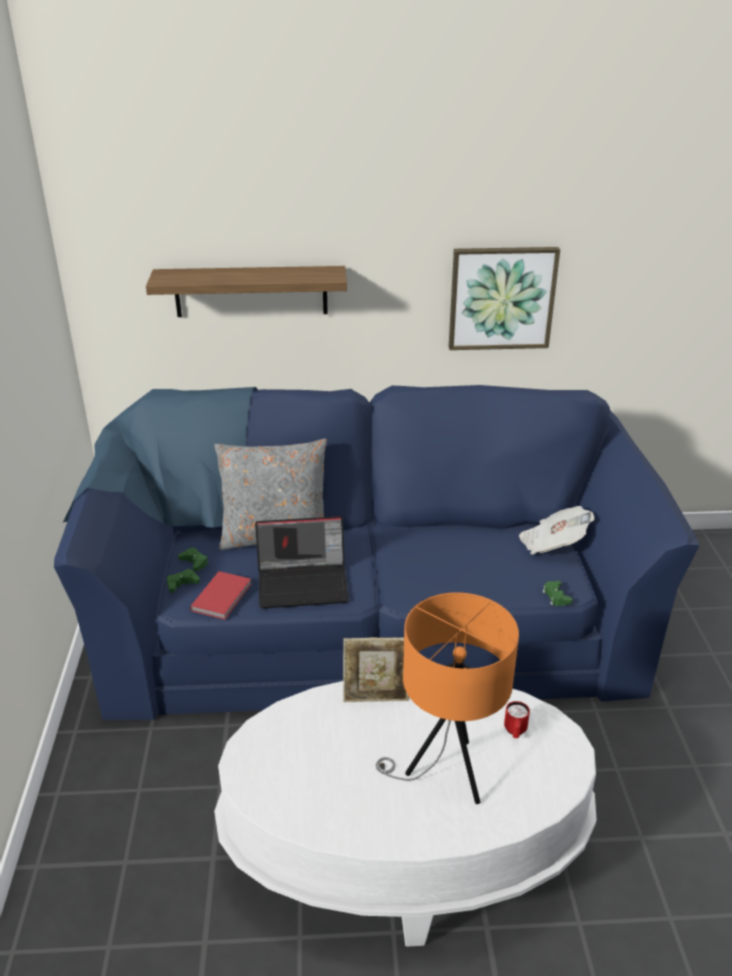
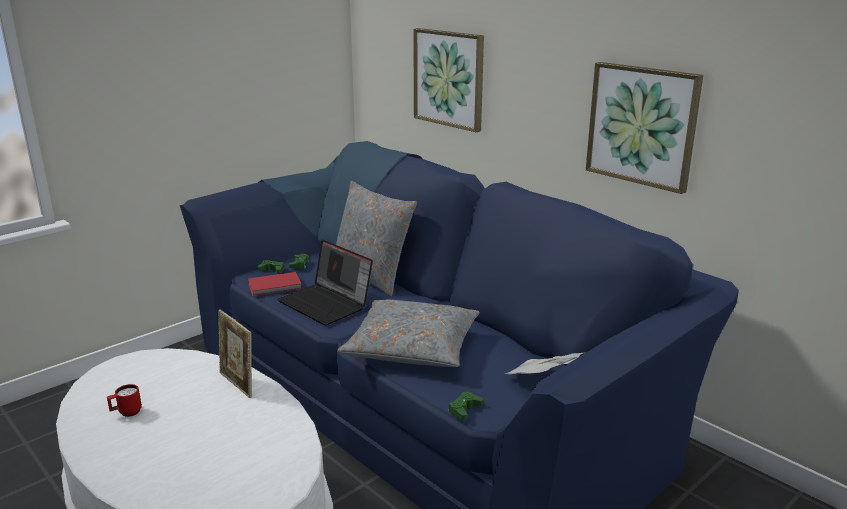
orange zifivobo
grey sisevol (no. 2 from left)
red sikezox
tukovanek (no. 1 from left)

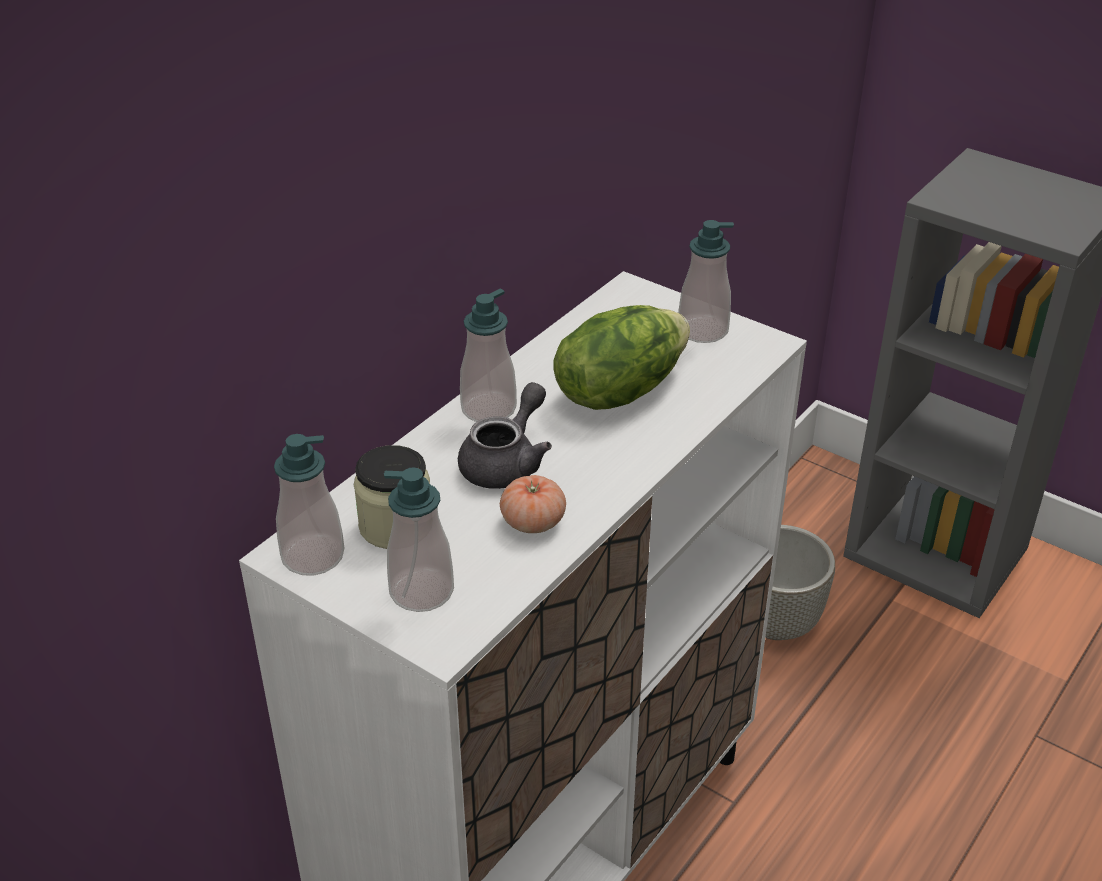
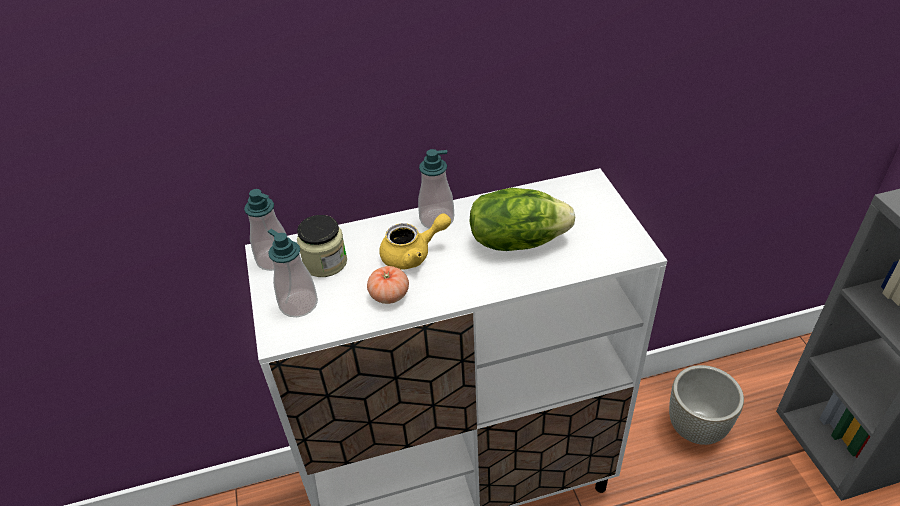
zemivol (no. 4 from left in the first image)
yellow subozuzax

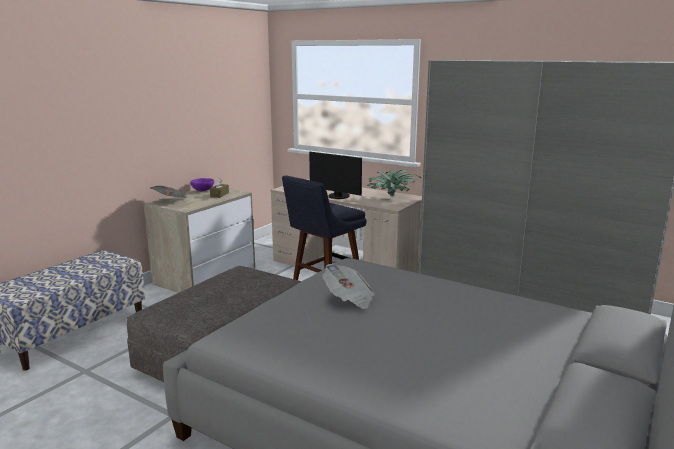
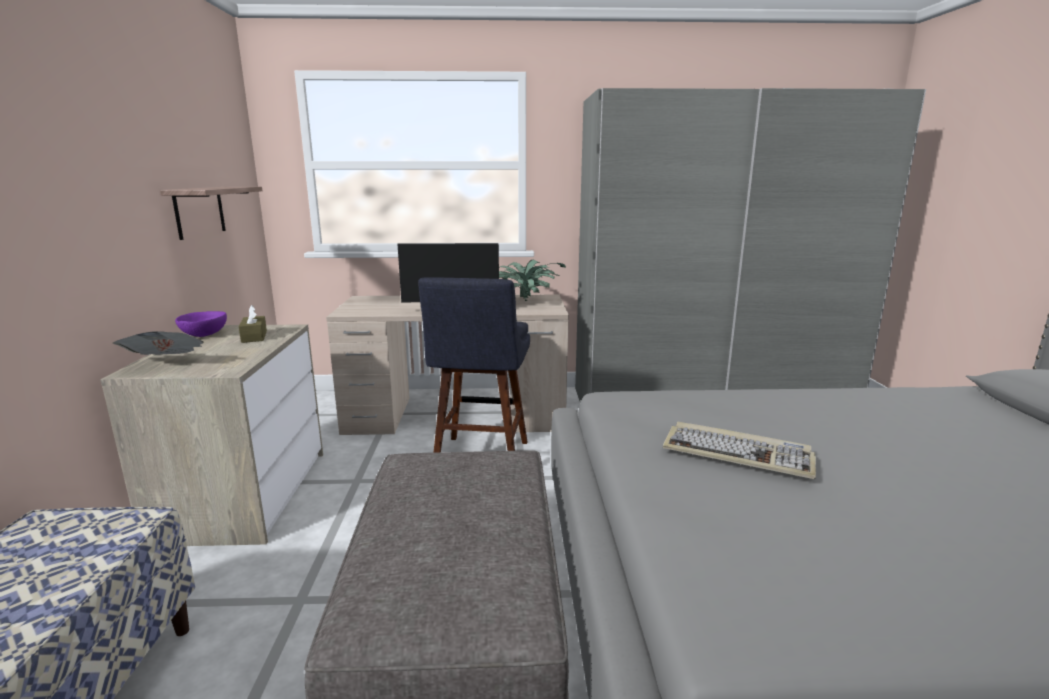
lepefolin
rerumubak

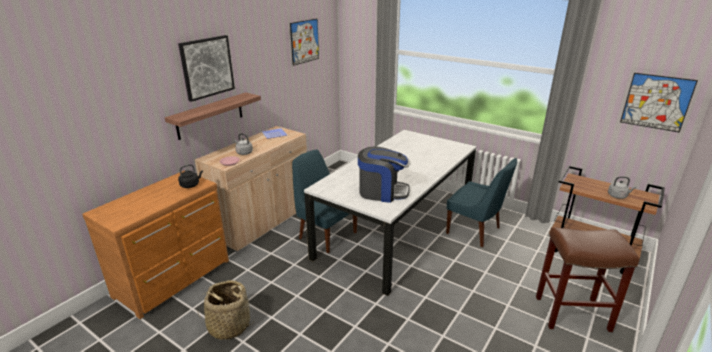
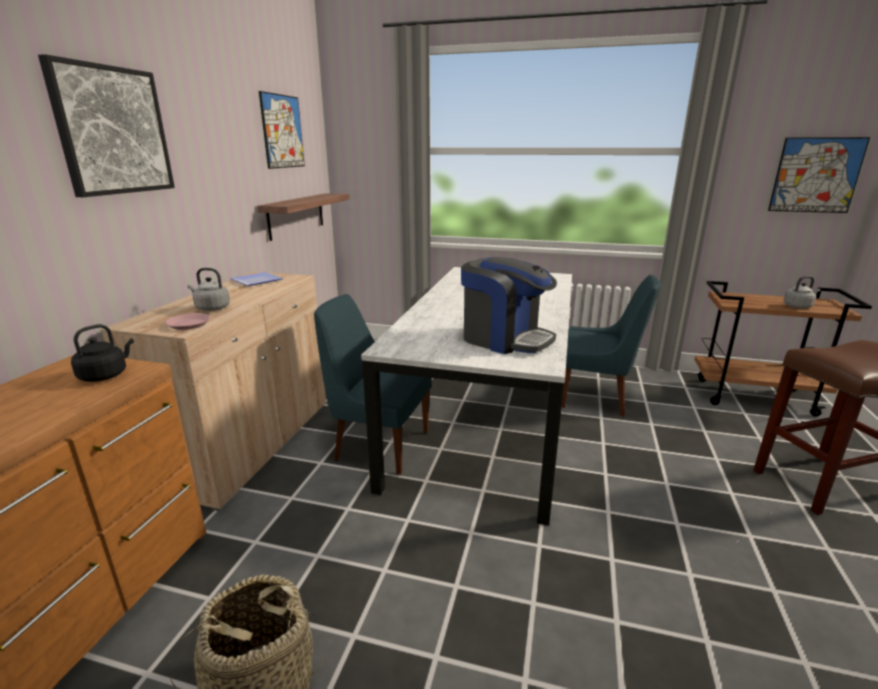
lepefolin
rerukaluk

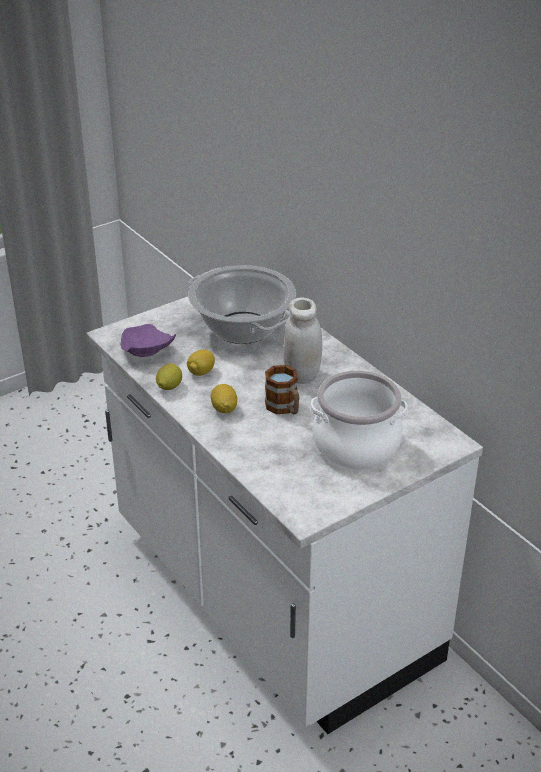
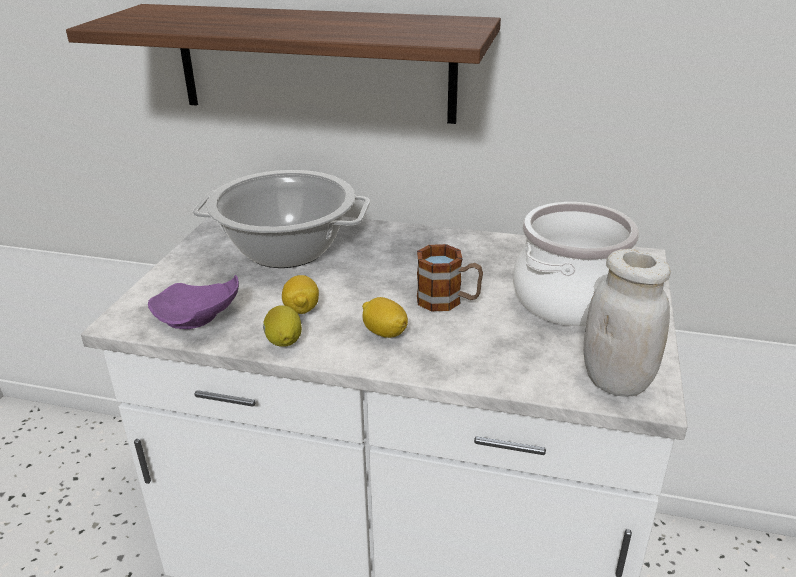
lepefolin
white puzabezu

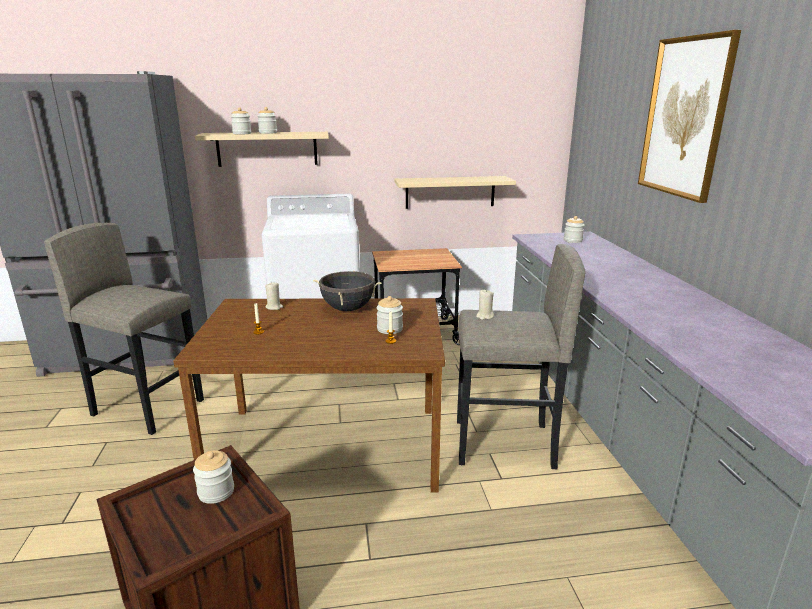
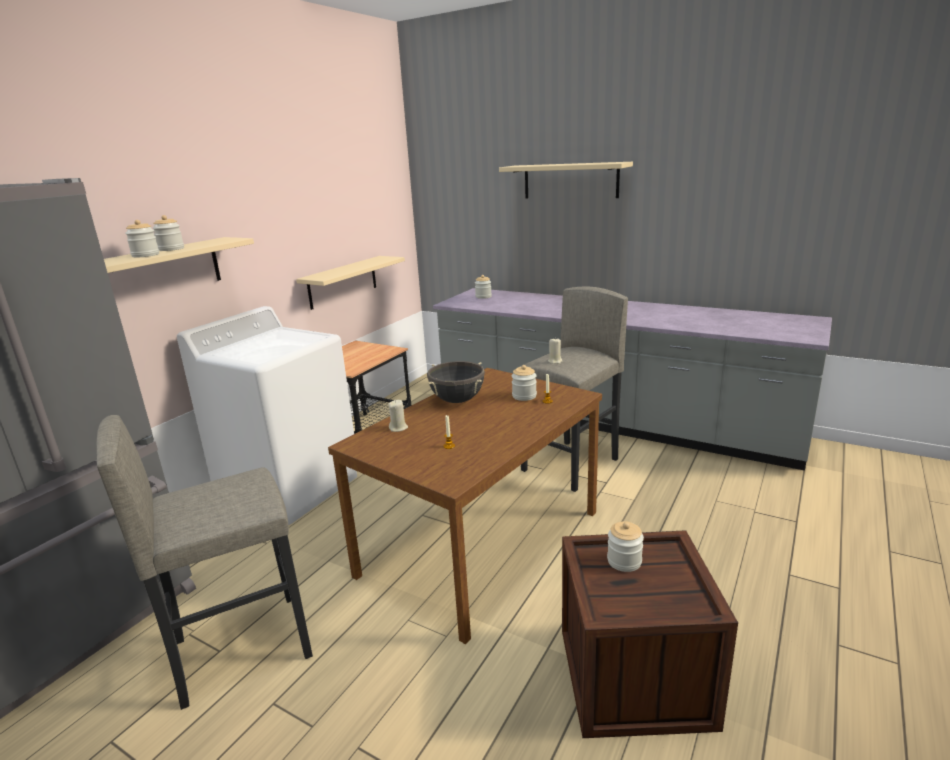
beige lepefolin (no. 3 from left)

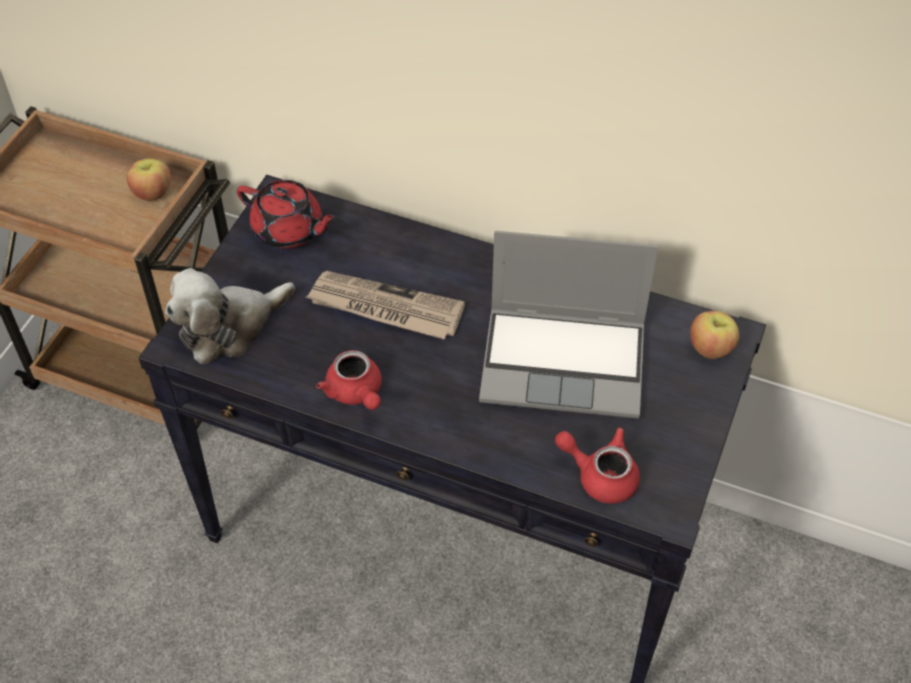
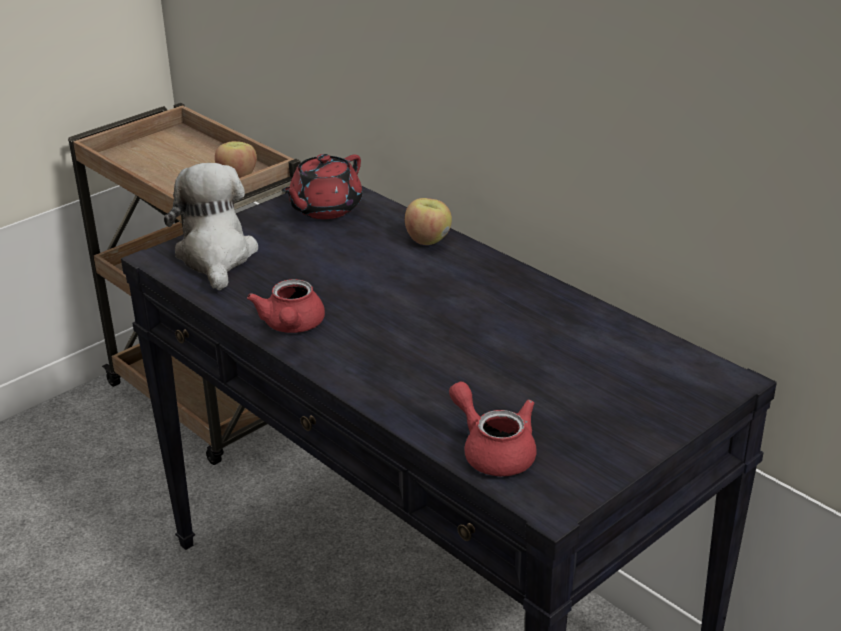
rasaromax
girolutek
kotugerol (no. 2 from left)
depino
red subozuzax (no. 2 from left)

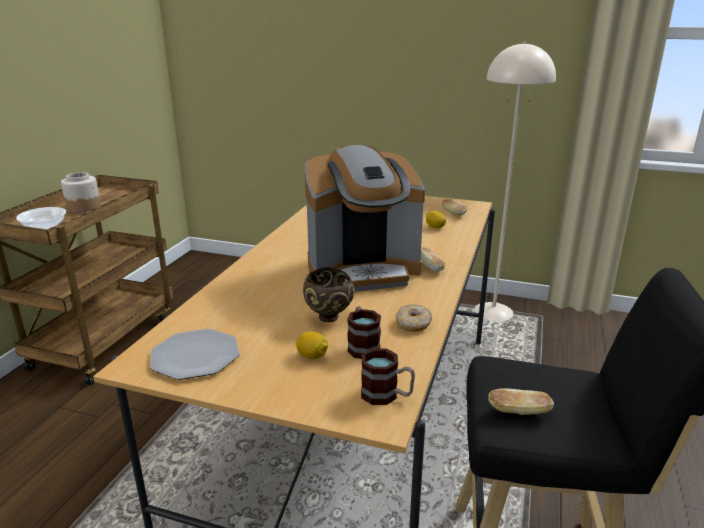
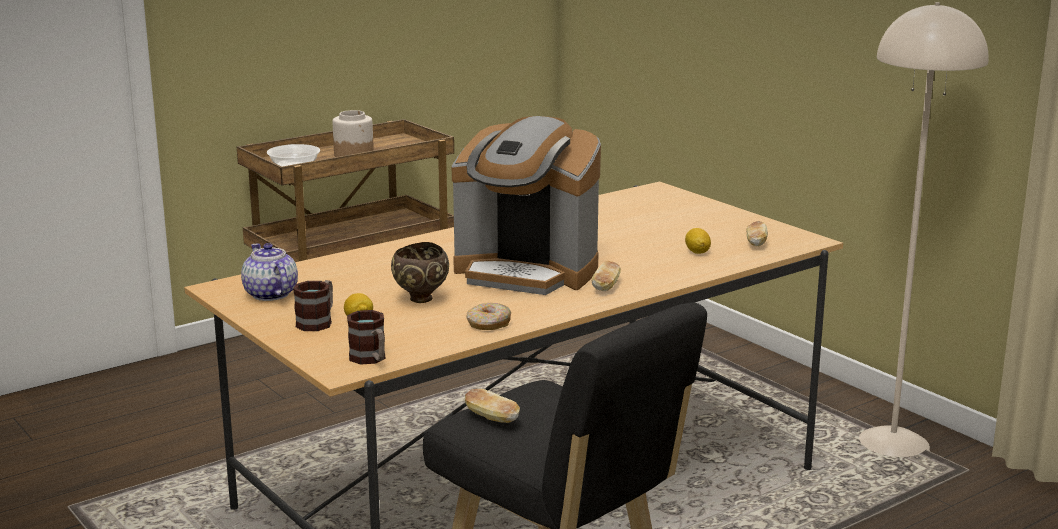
sikezox (no. 1 from left)
subozuzax

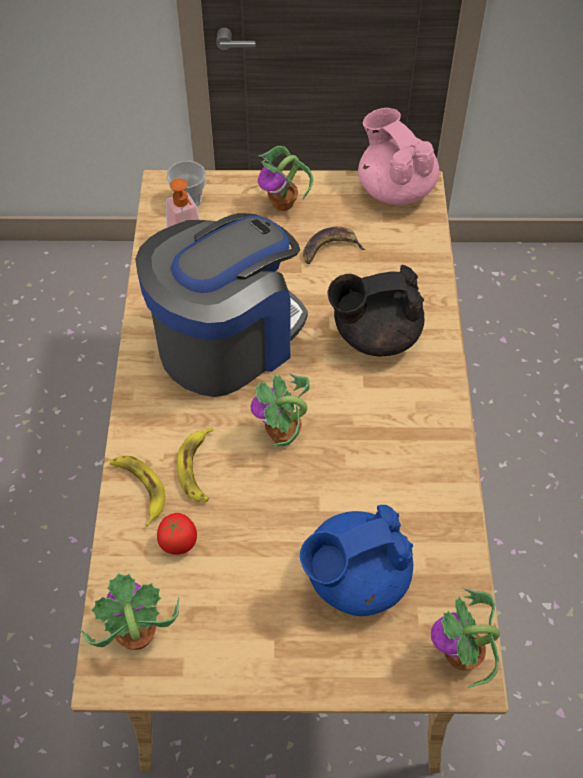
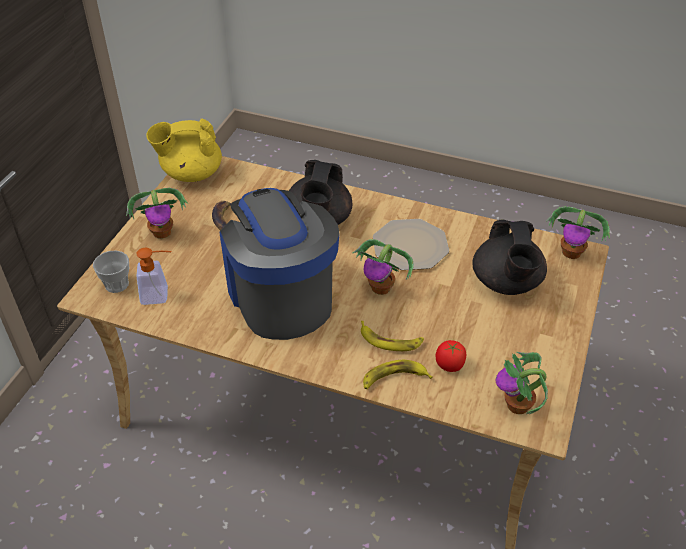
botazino
black subozuzax (no. 2 from left)
yellow subozuzax

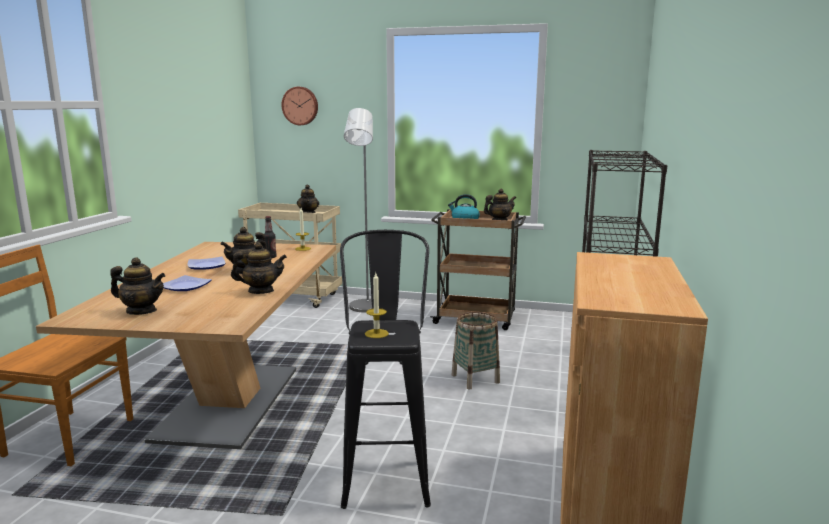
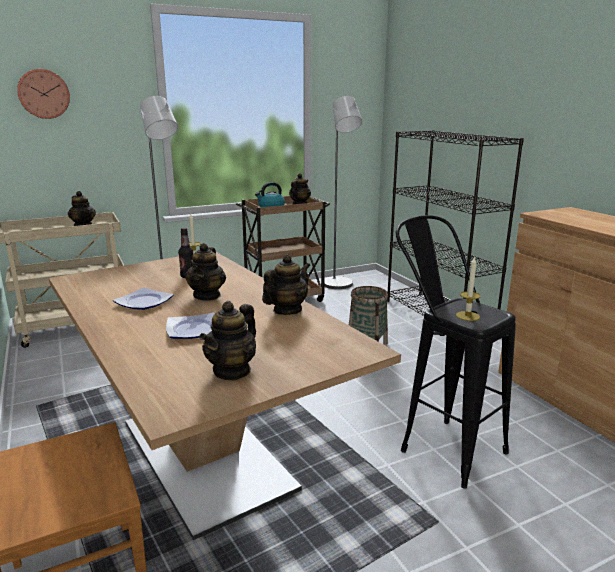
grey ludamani (no. 2 from left)
subozuzax (no. 3 from left)

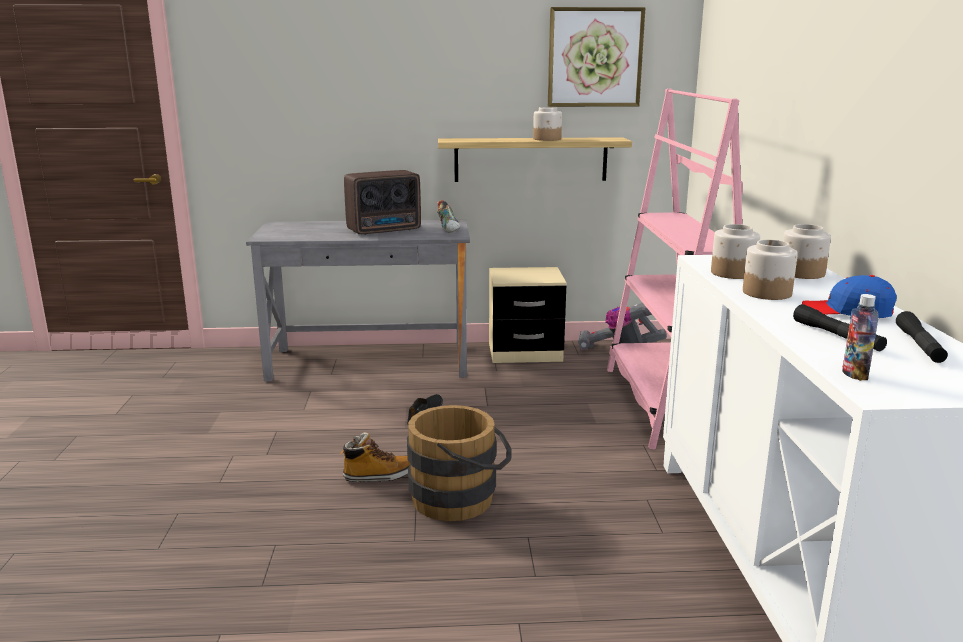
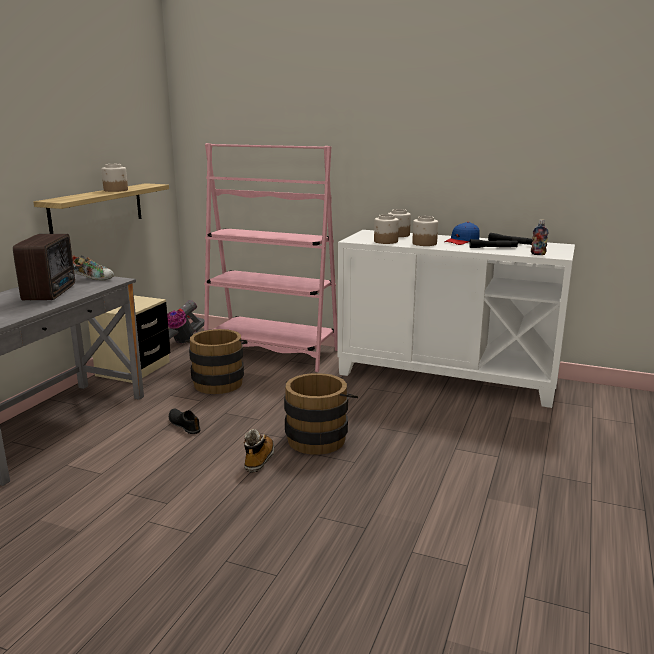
tukovanek
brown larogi (no. 1 from left)

